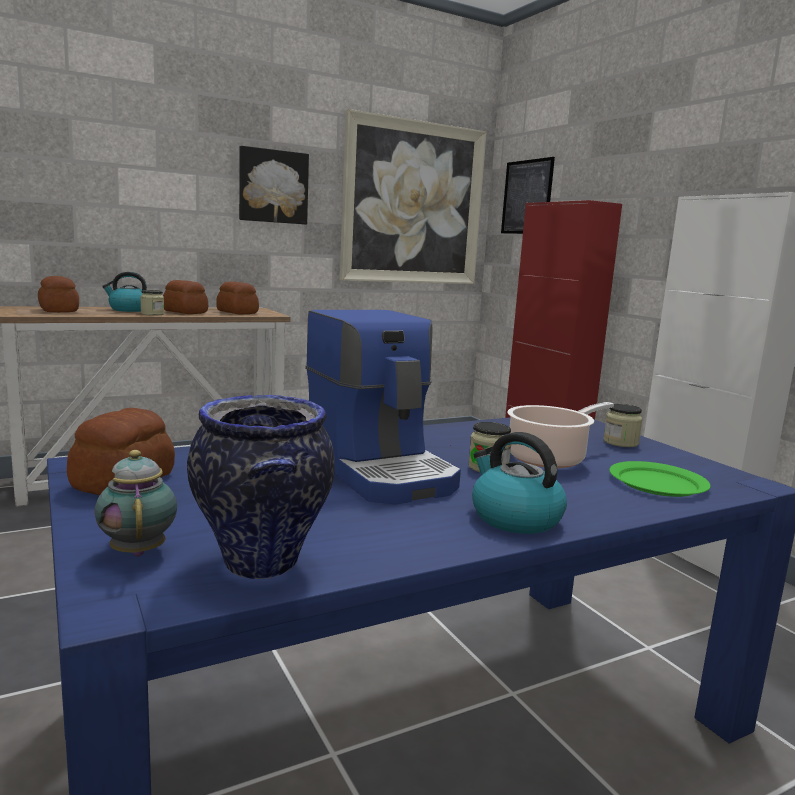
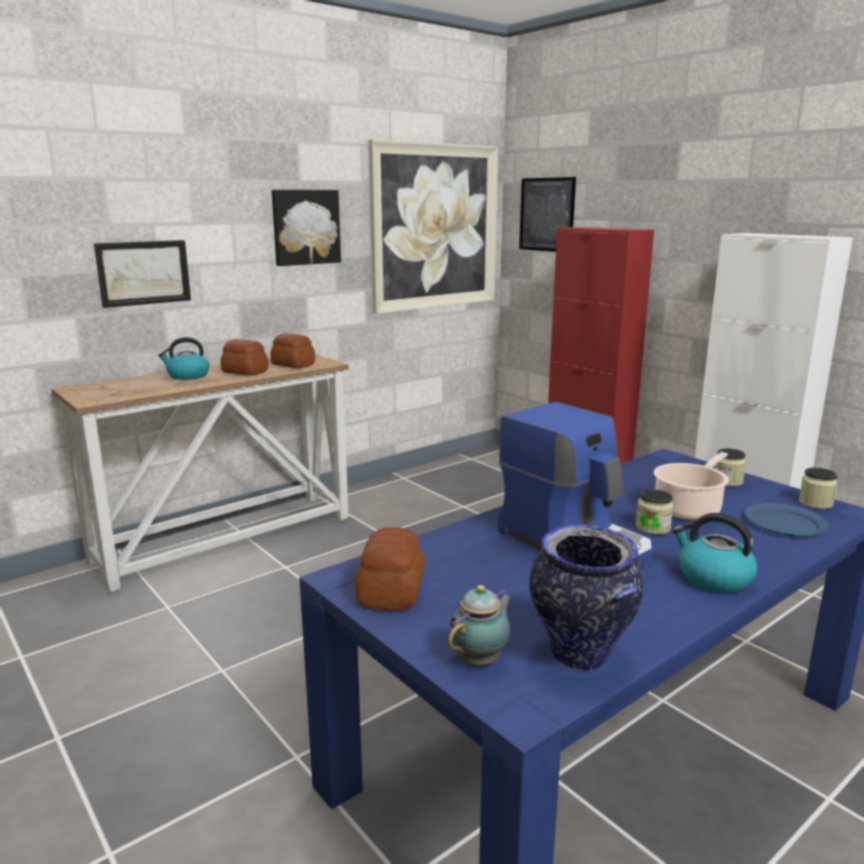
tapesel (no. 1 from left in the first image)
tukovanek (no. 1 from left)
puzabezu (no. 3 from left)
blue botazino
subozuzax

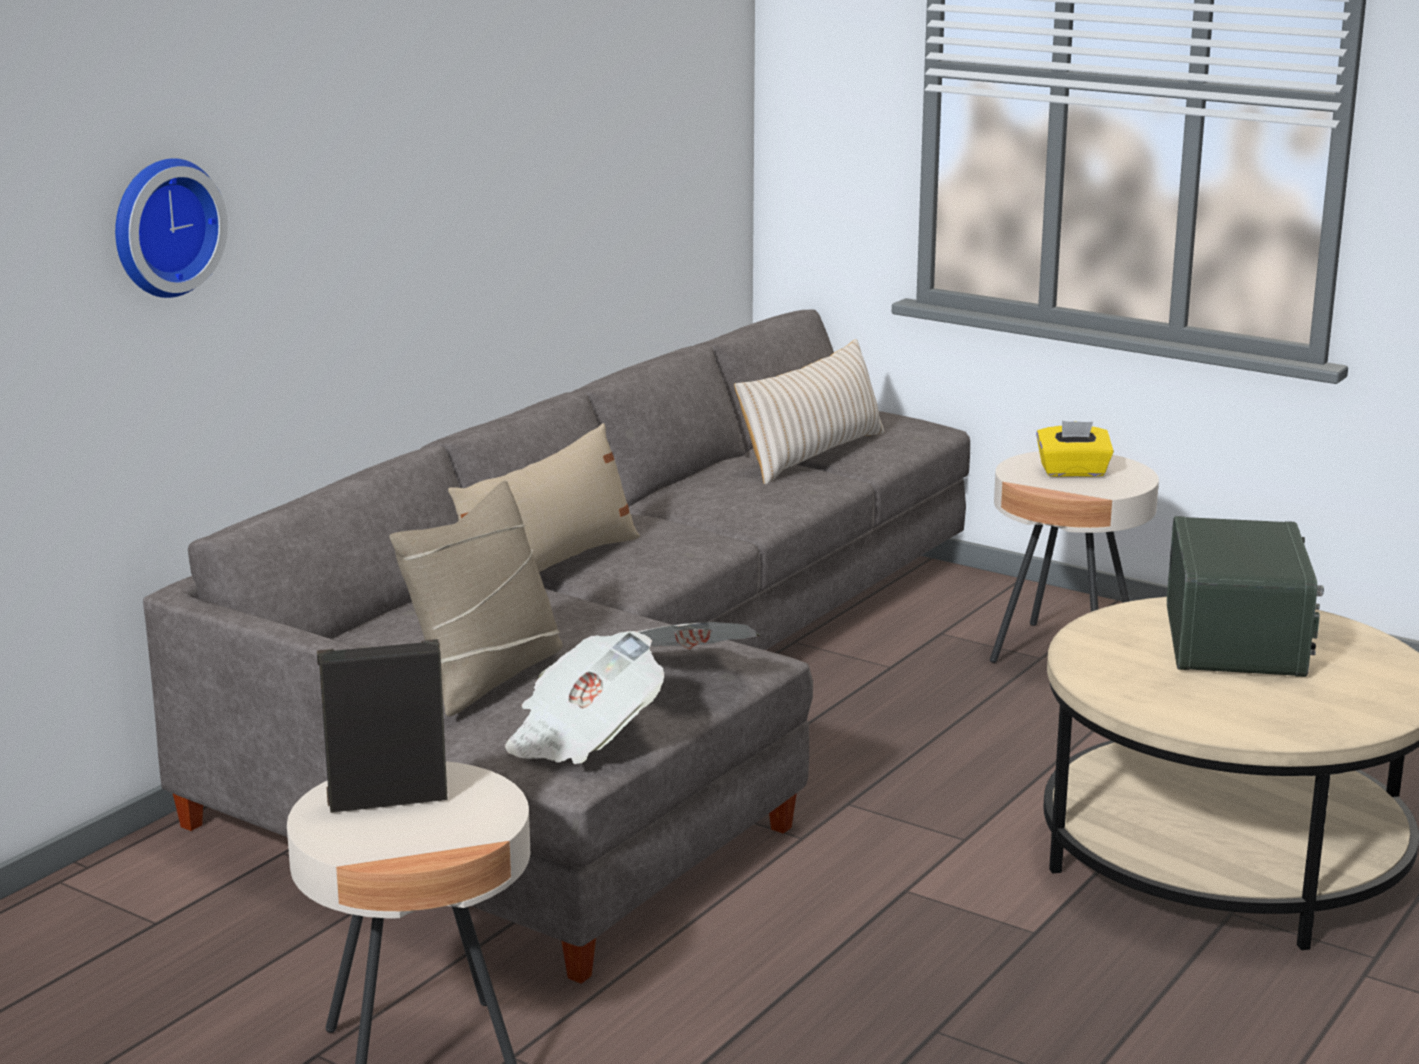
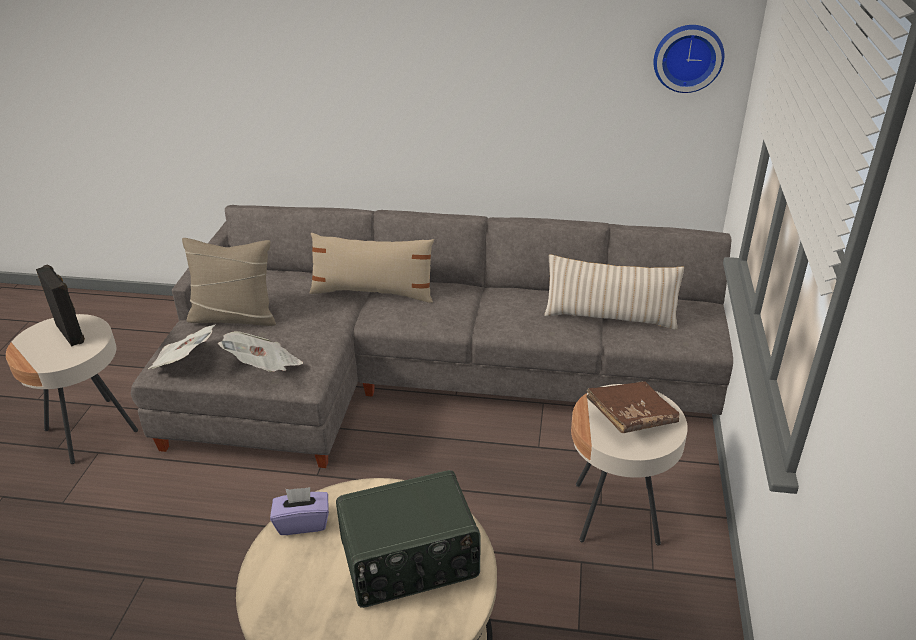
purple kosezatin
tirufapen
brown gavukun

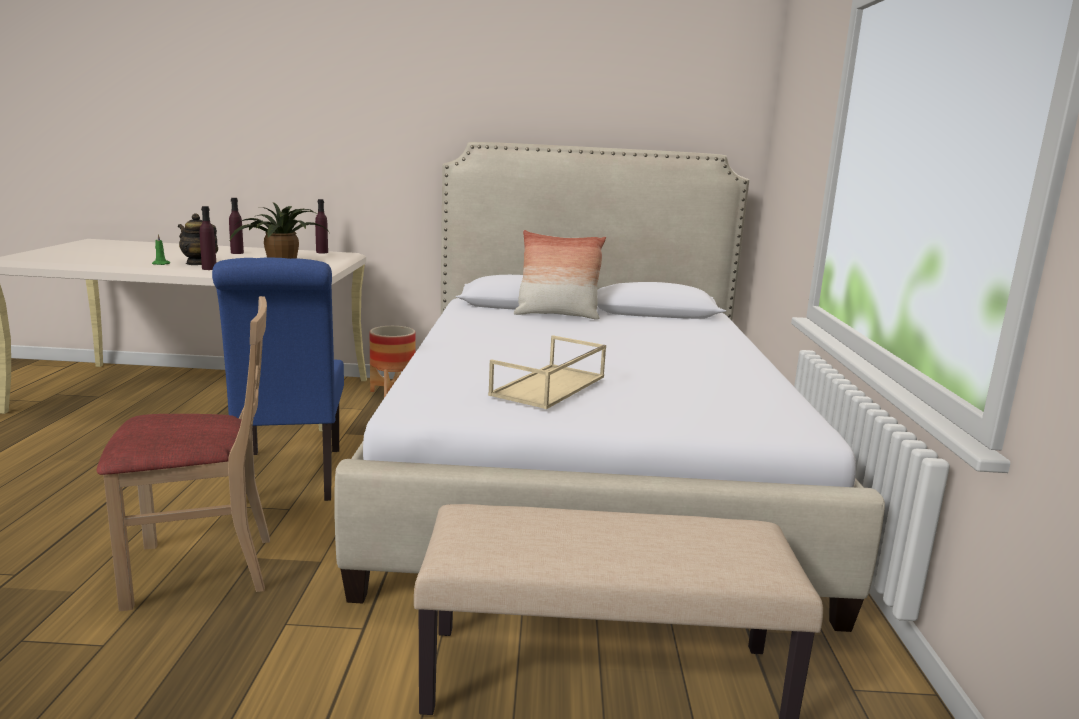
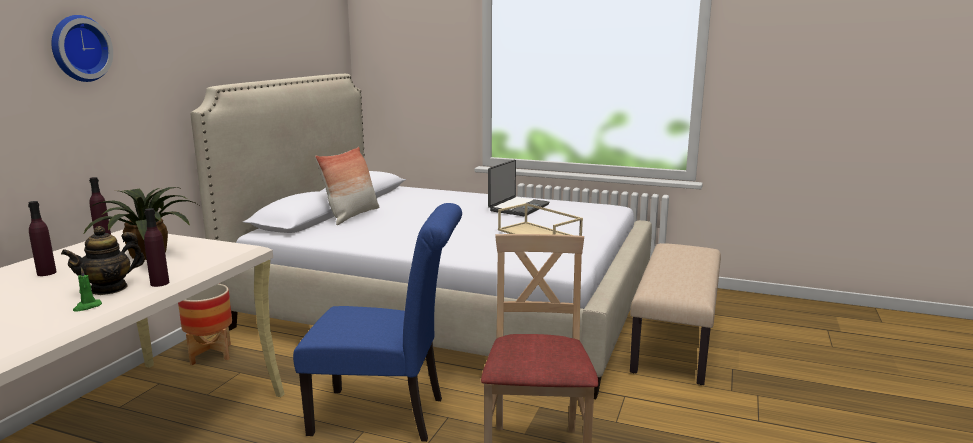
tirufapen
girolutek

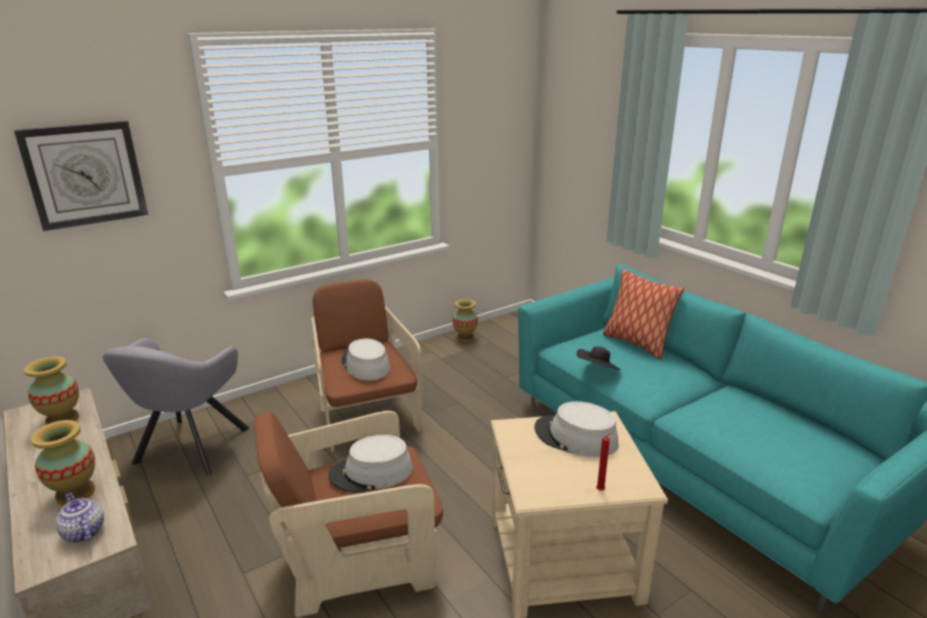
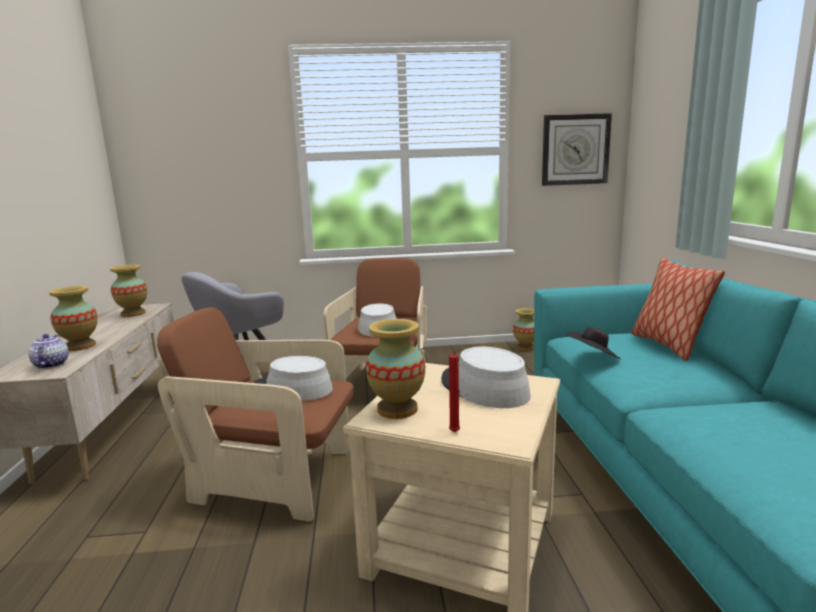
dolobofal (no. 3 from left)
tirufapen

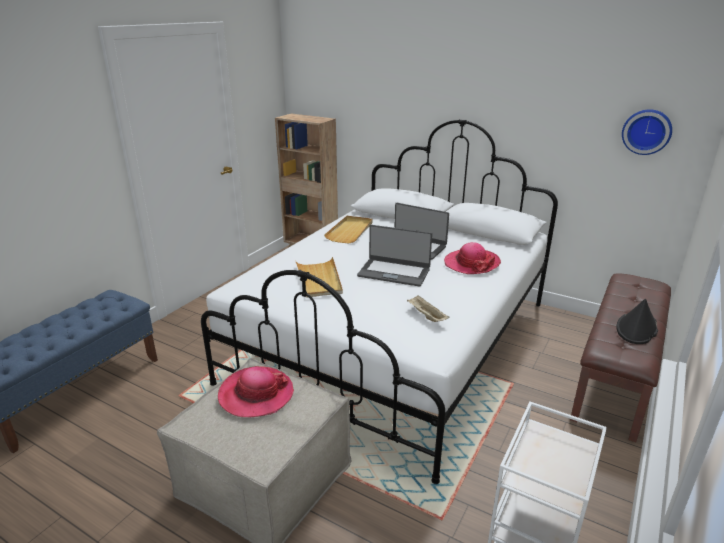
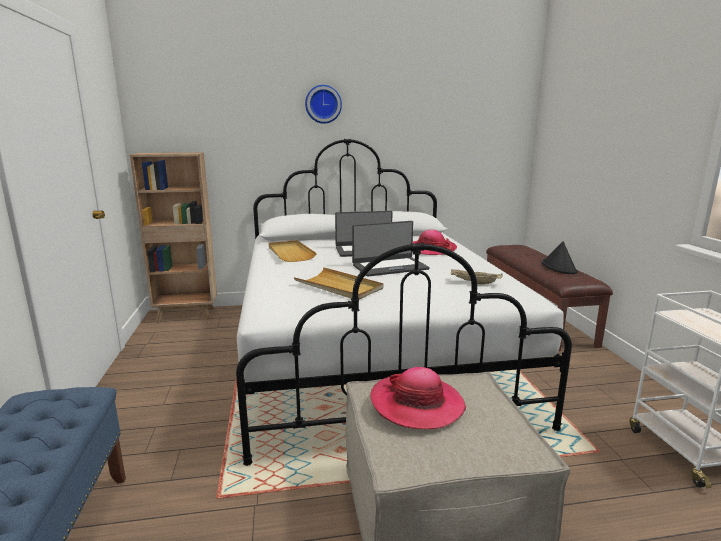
tirufapen

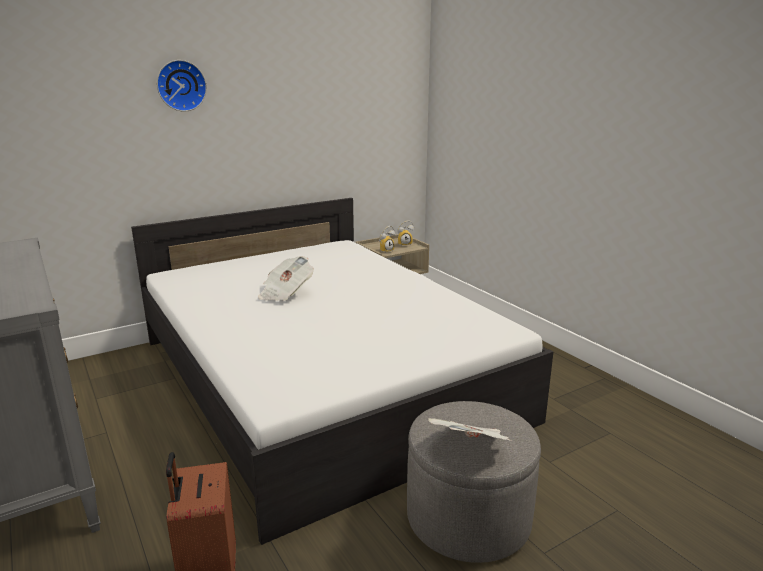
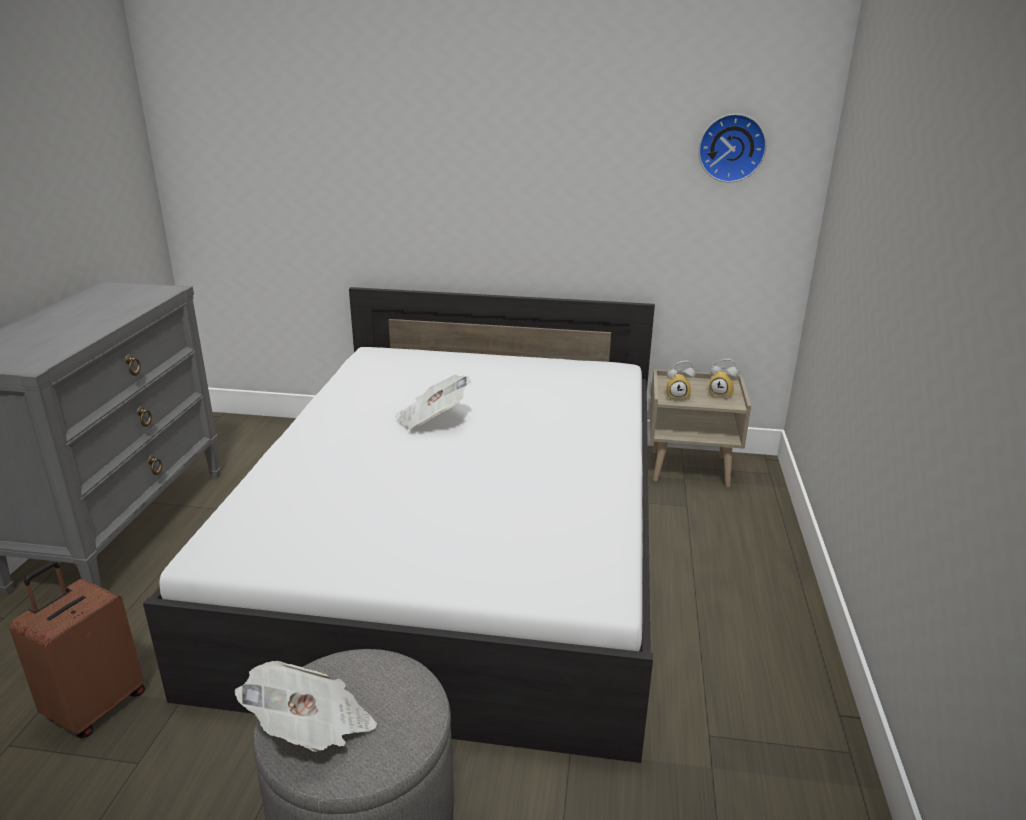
tirufapen

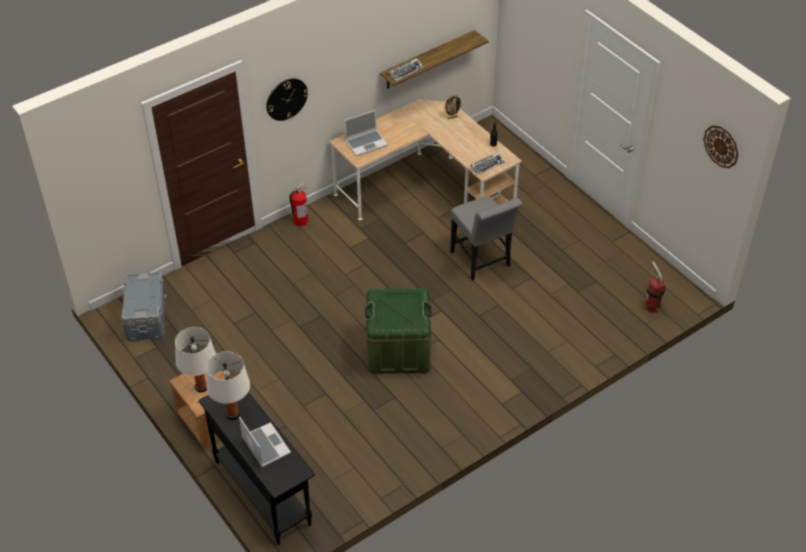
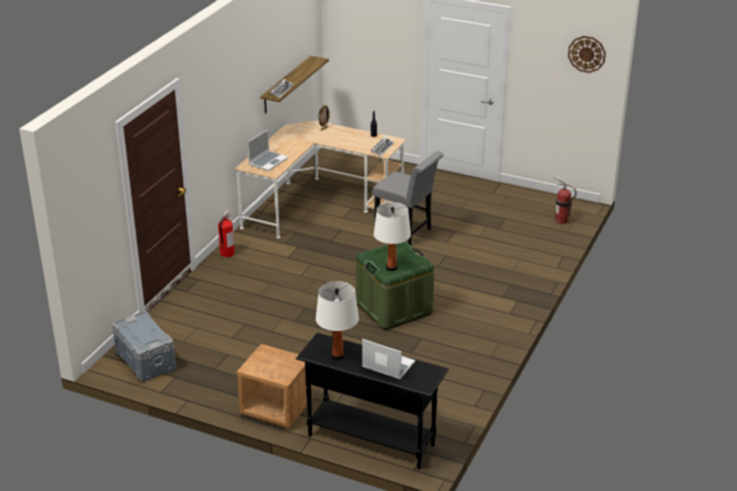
tirufapen (no. 1 from left in the first image)
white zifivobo (no. 2 from left)

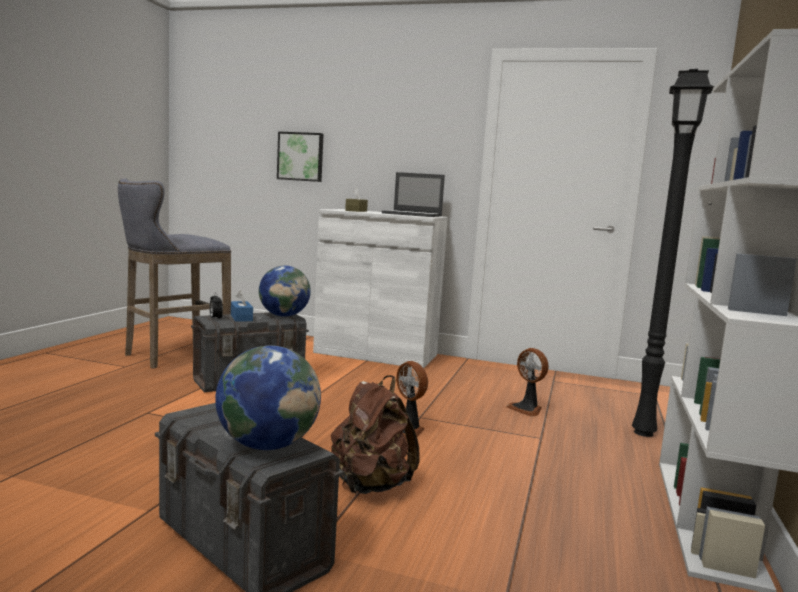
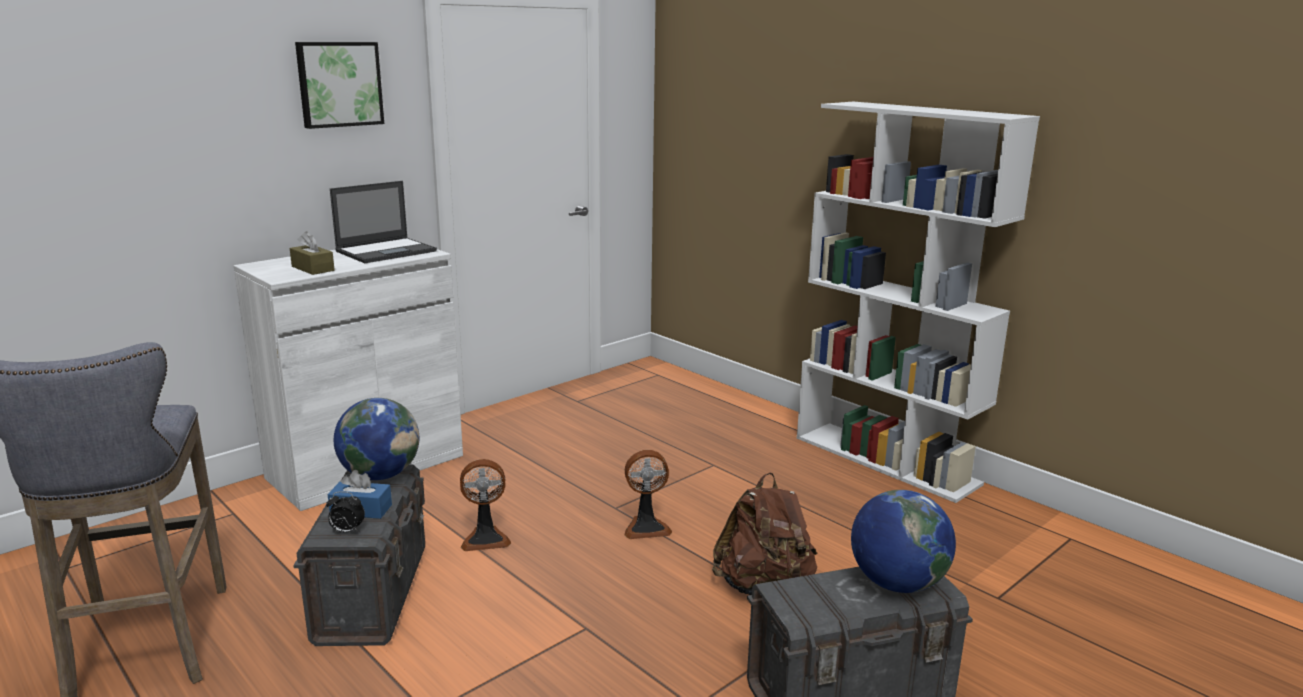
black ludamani
tukovanek
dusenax (no. 1 from left)

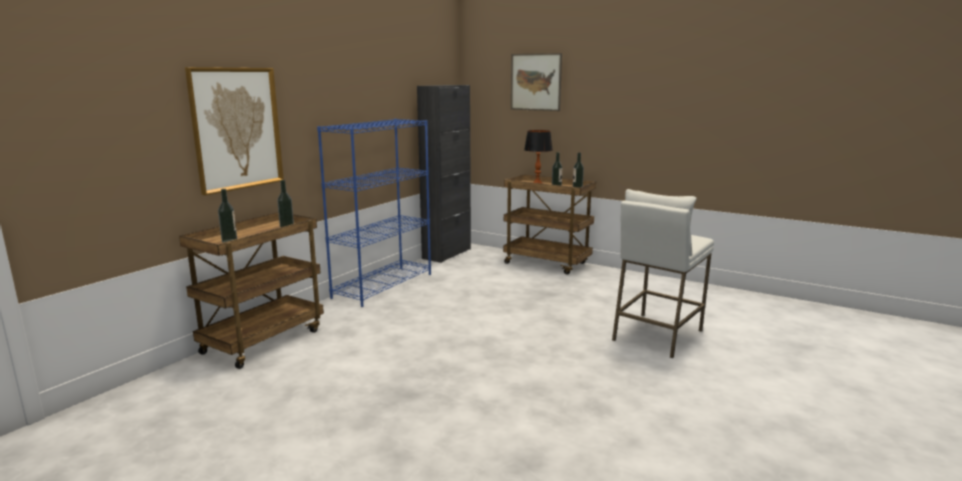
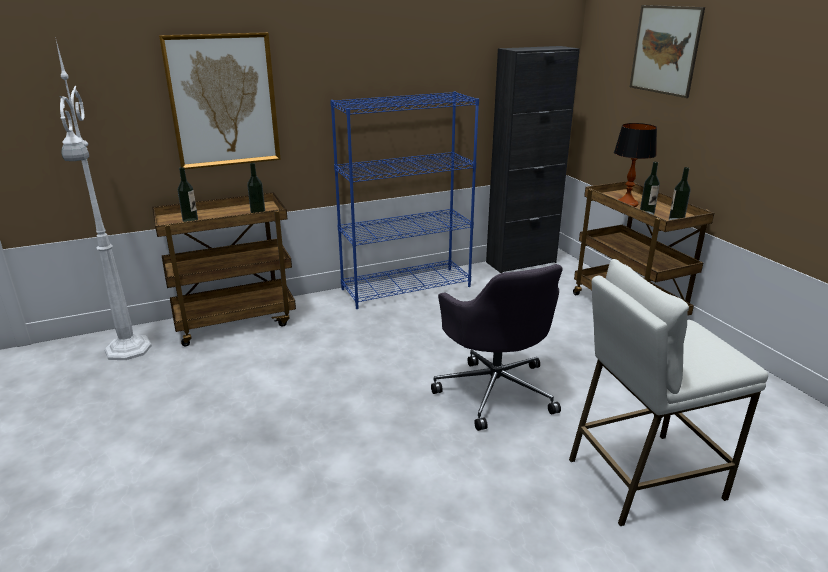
white ludamani
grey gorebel

